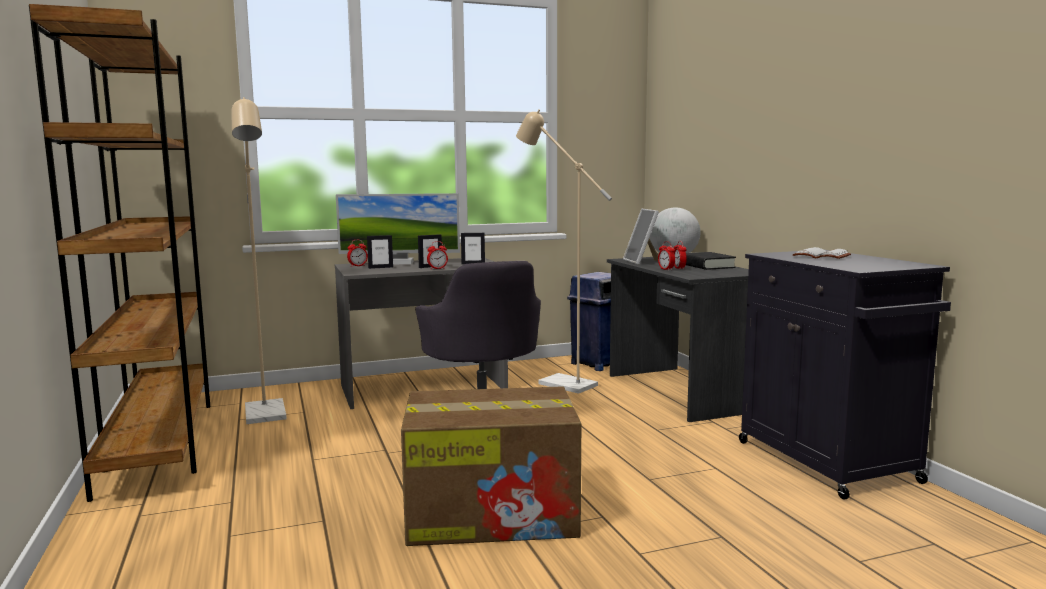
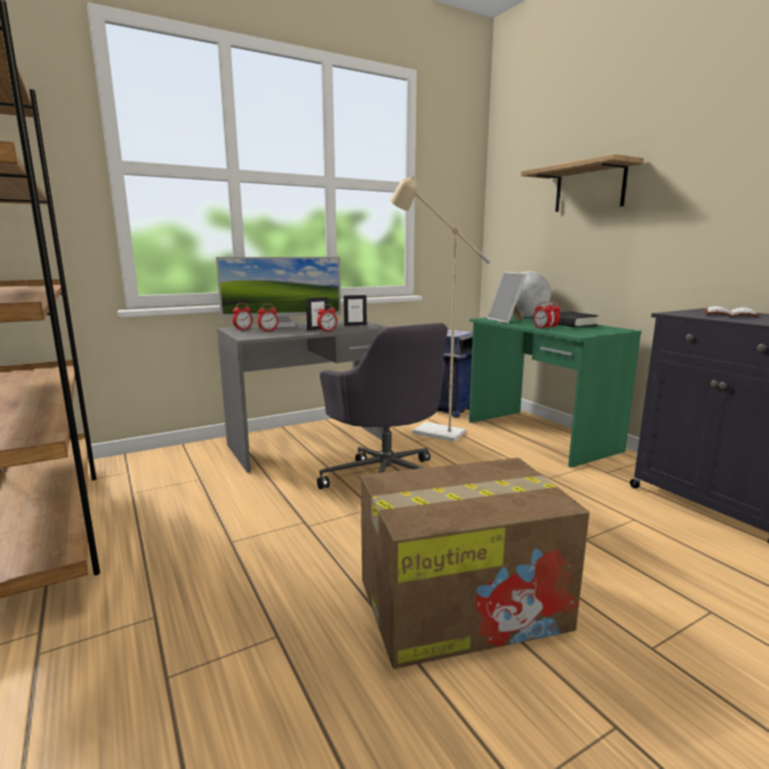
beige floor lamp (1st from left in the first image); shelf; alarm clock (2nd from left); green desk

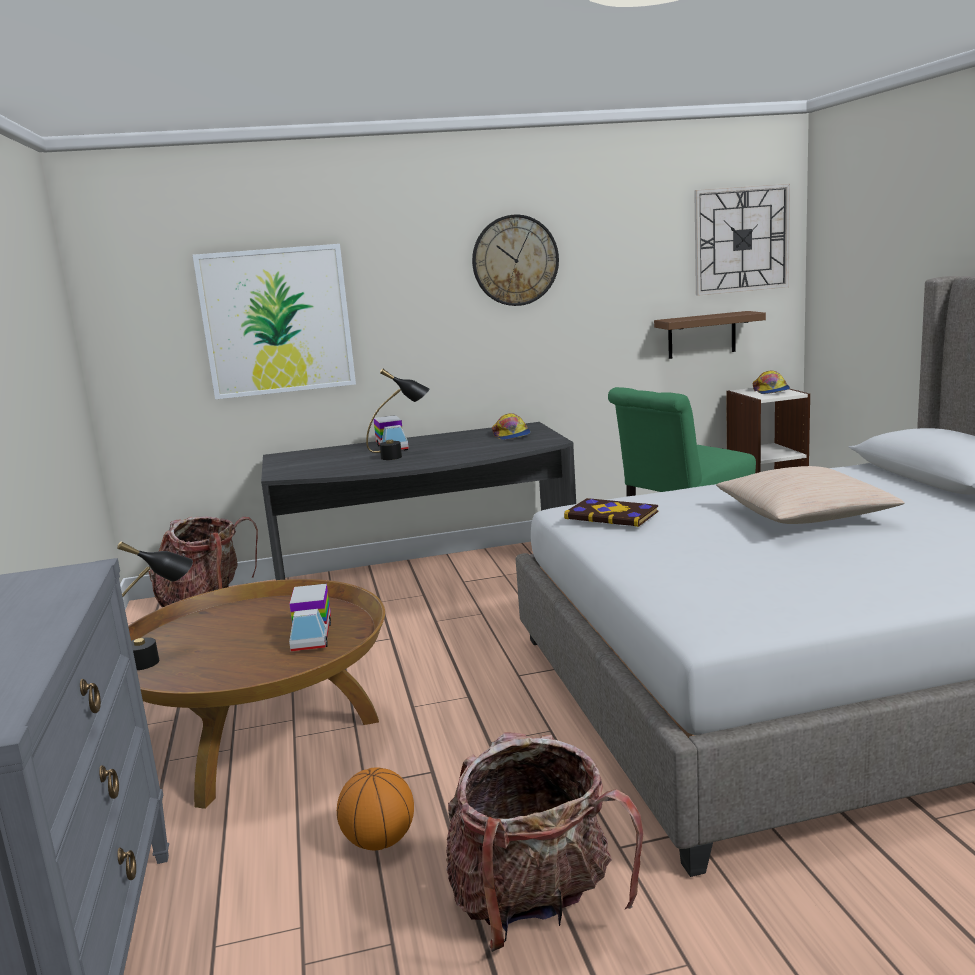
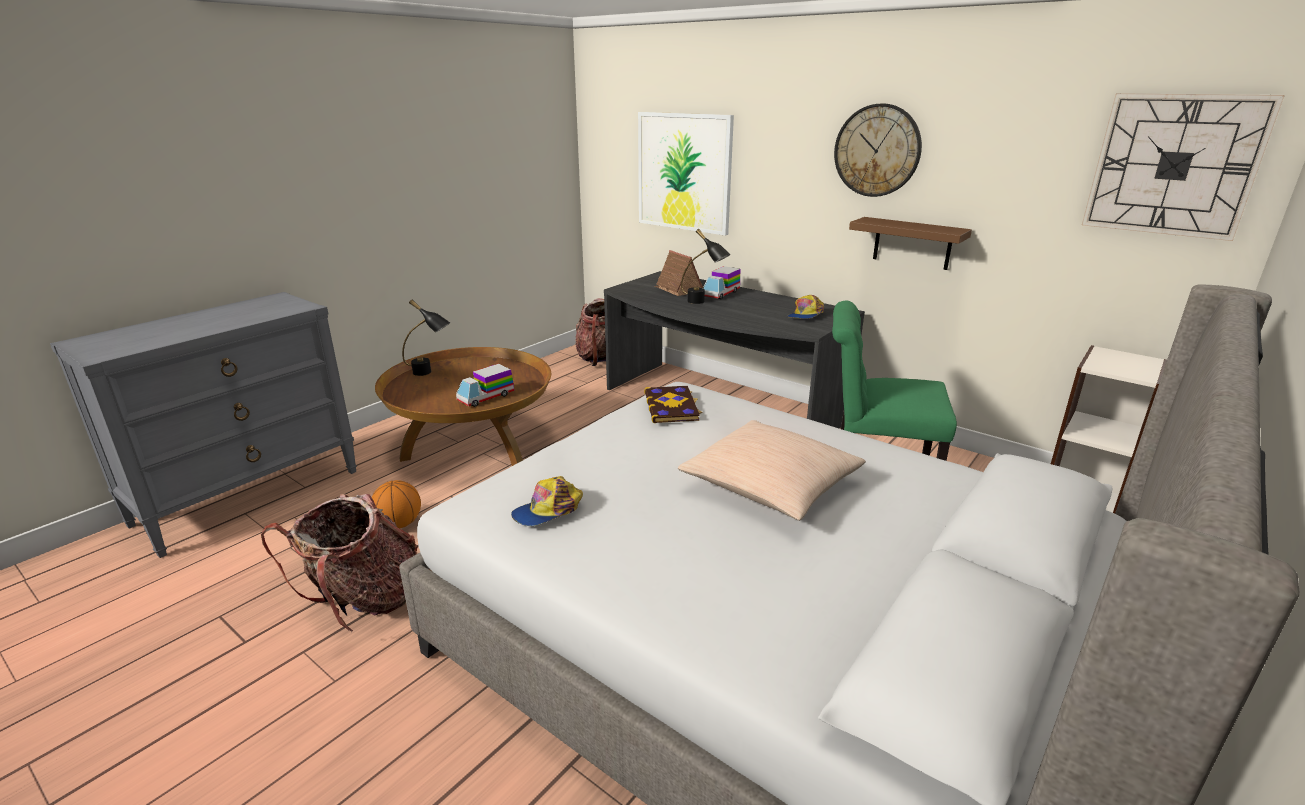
toy house; brown shelf; cap (1st from left)

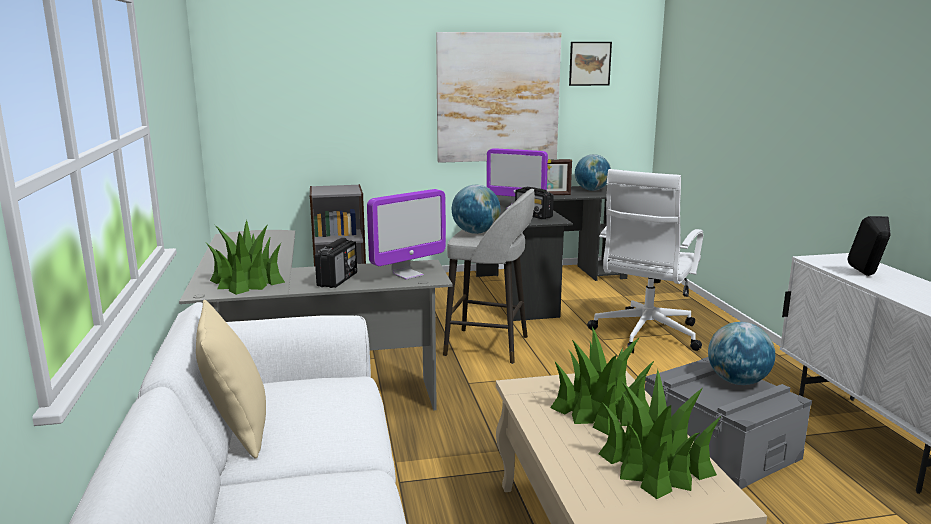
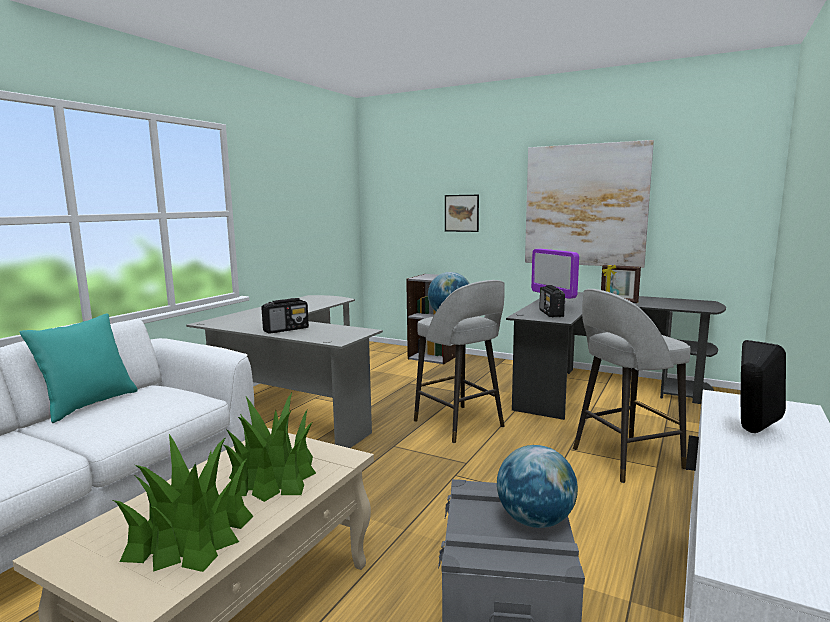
potted plant (1st from left in the first image); monitor (1st from left in the first image); globe (2nd from left in the first image); picture (1st from left); grey stool (2nd from left); turquoise pillow

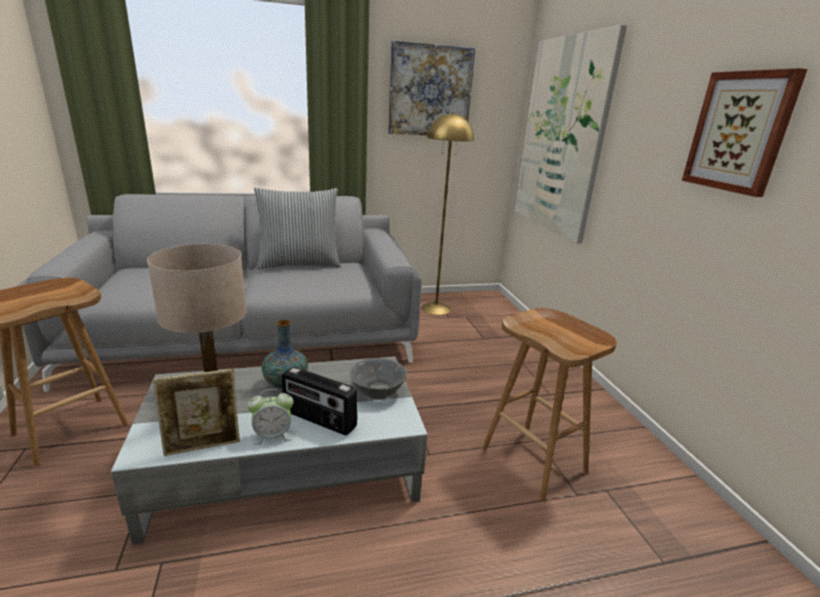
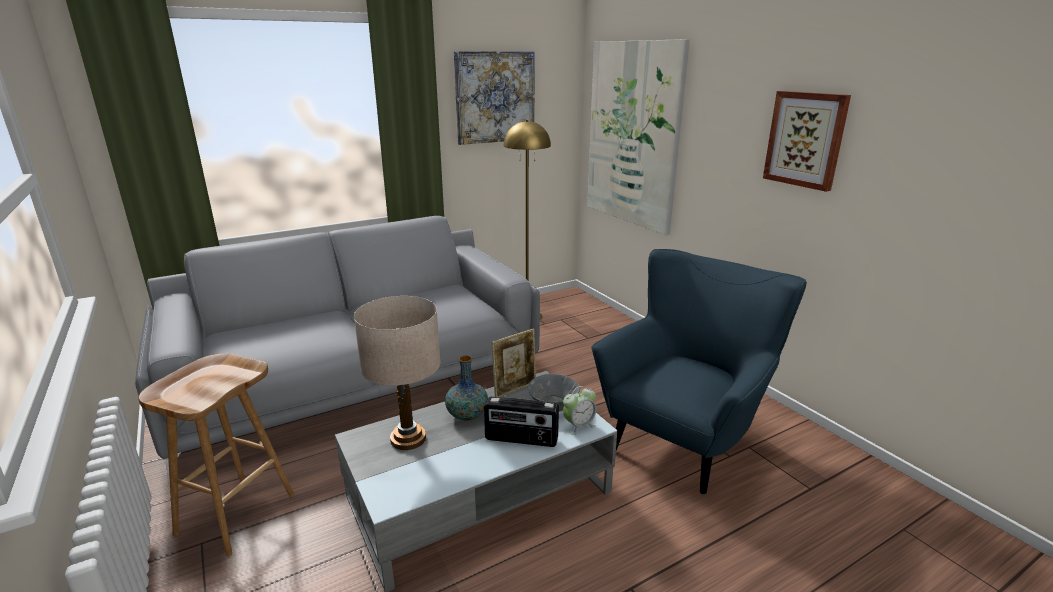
pillow; picture frame; alarm clock; blue armchair

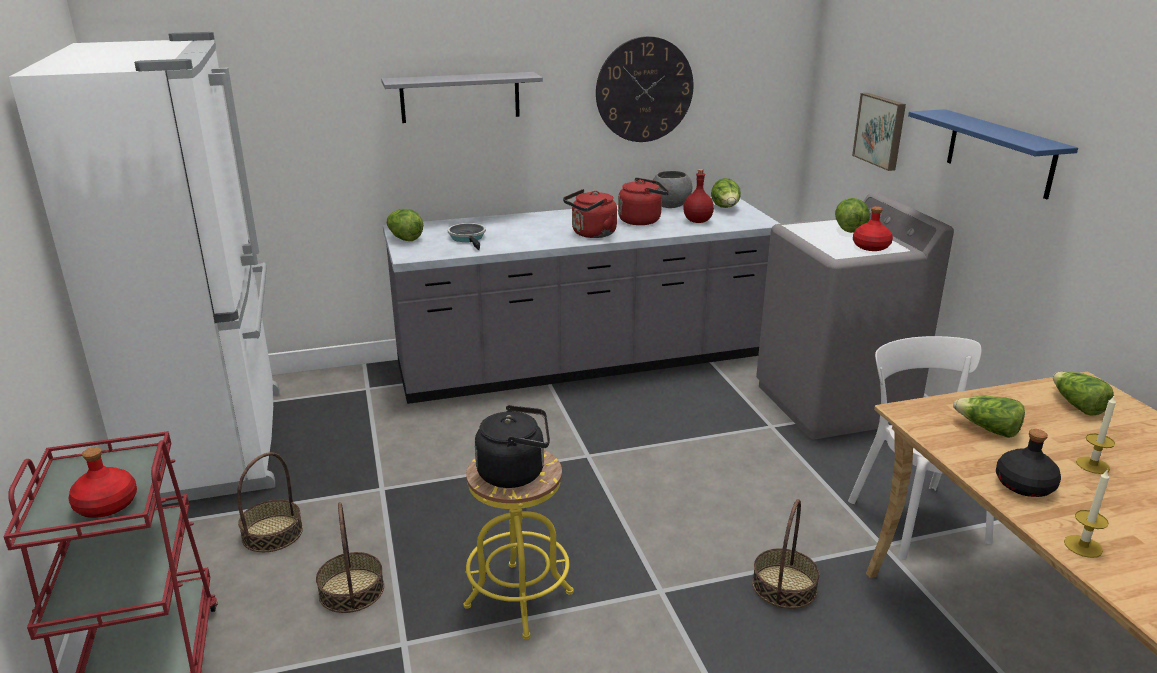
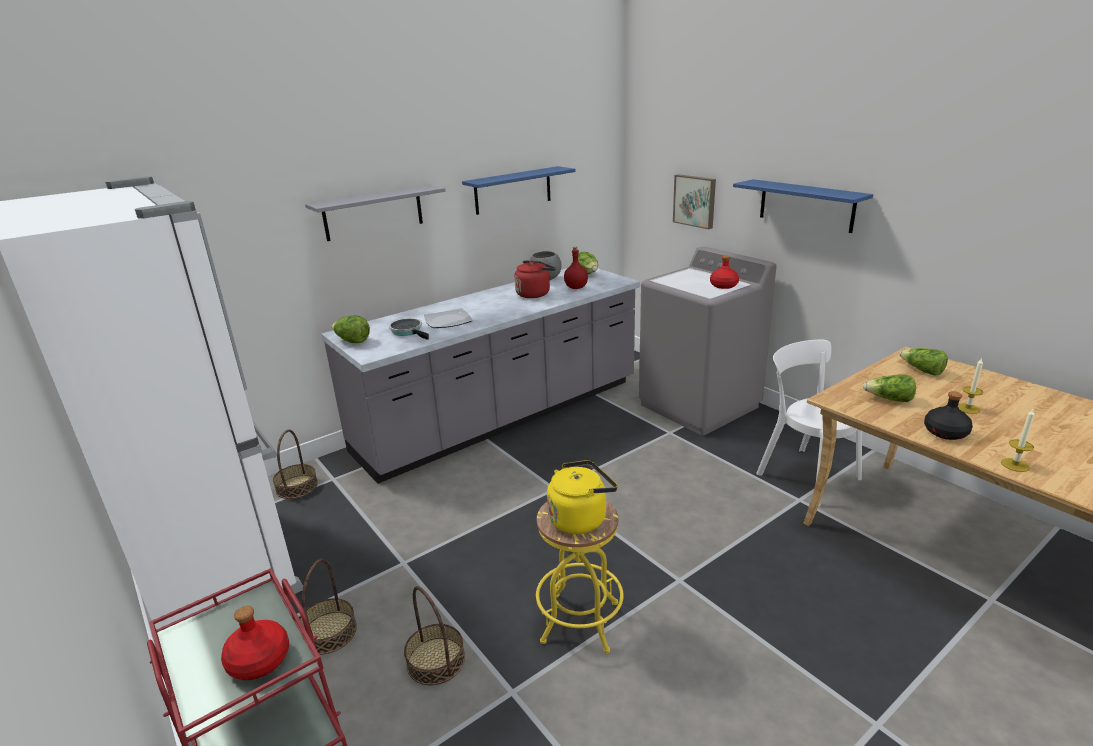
red kettle (1st from left in the first image); lettuce (3rd from left in the first image); plate; basket (1st from left); blue shelf (1st from left); yellow kettle

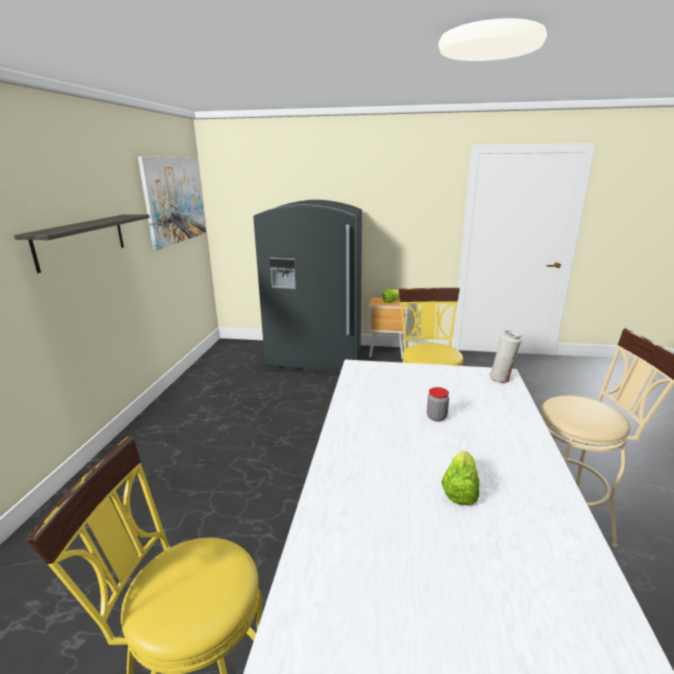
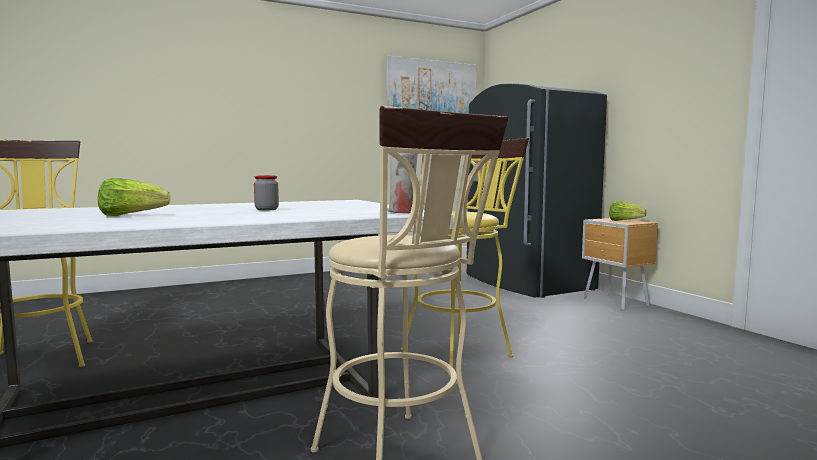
shelf

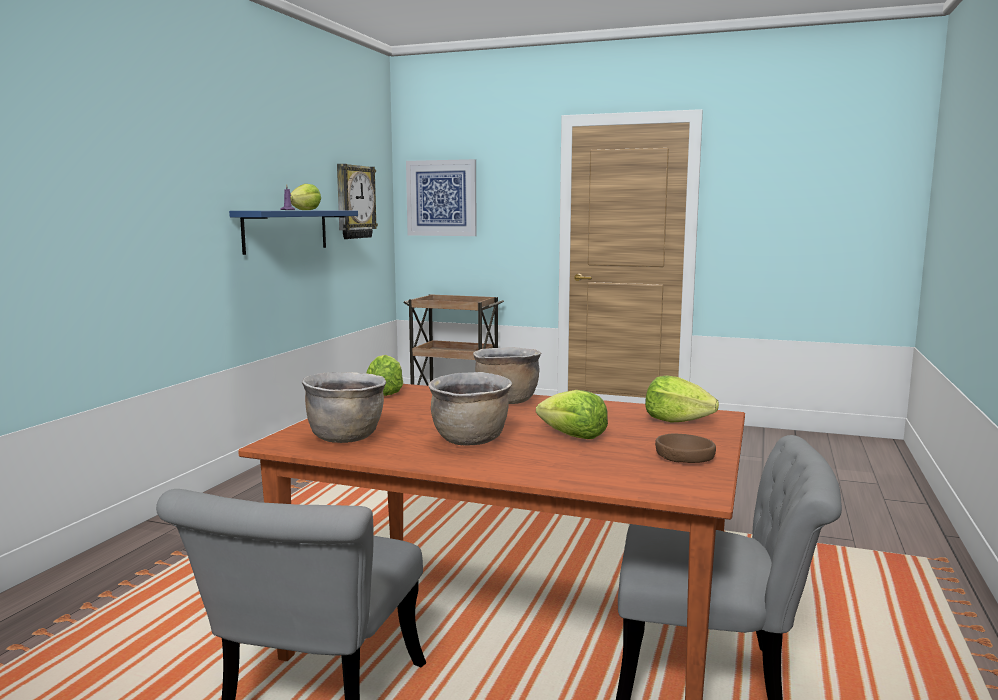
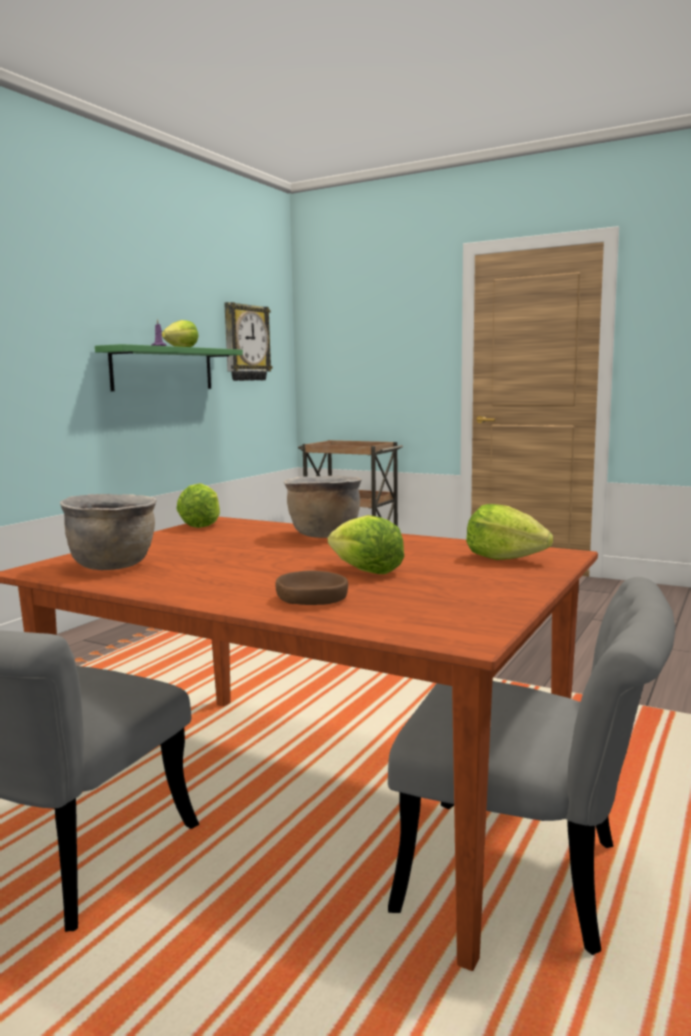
picture; brown cooking pot (2nd from left in the first image); brown bowl; green shelf

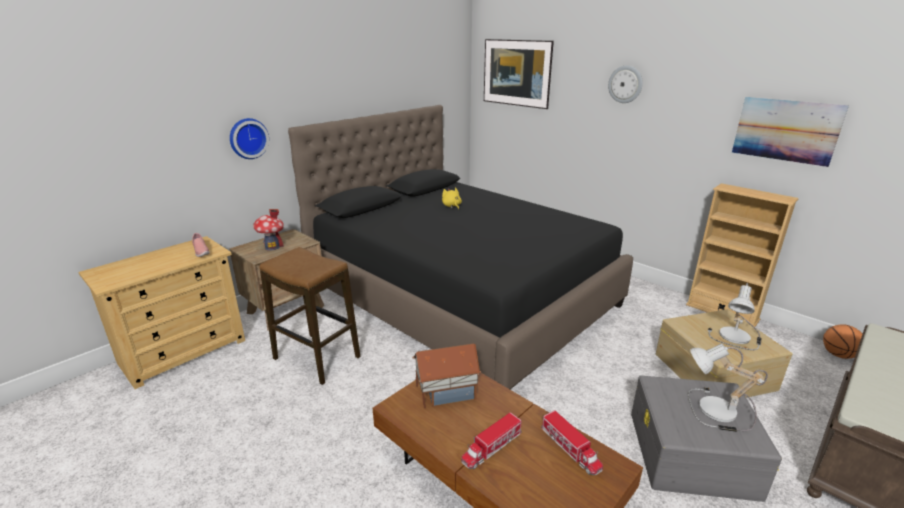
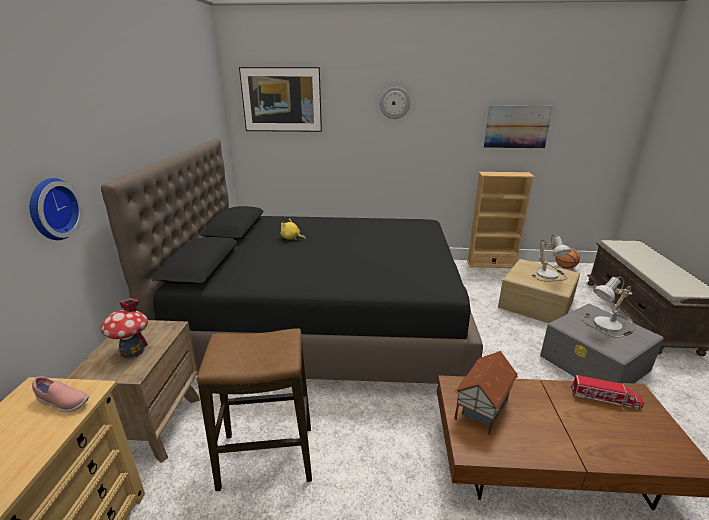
toy truck (1st from left in the first image)

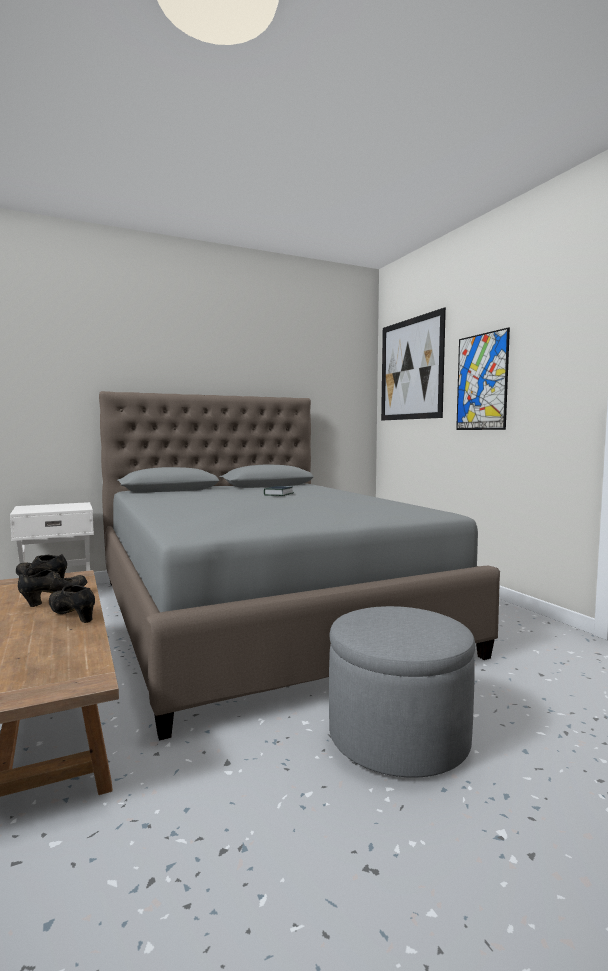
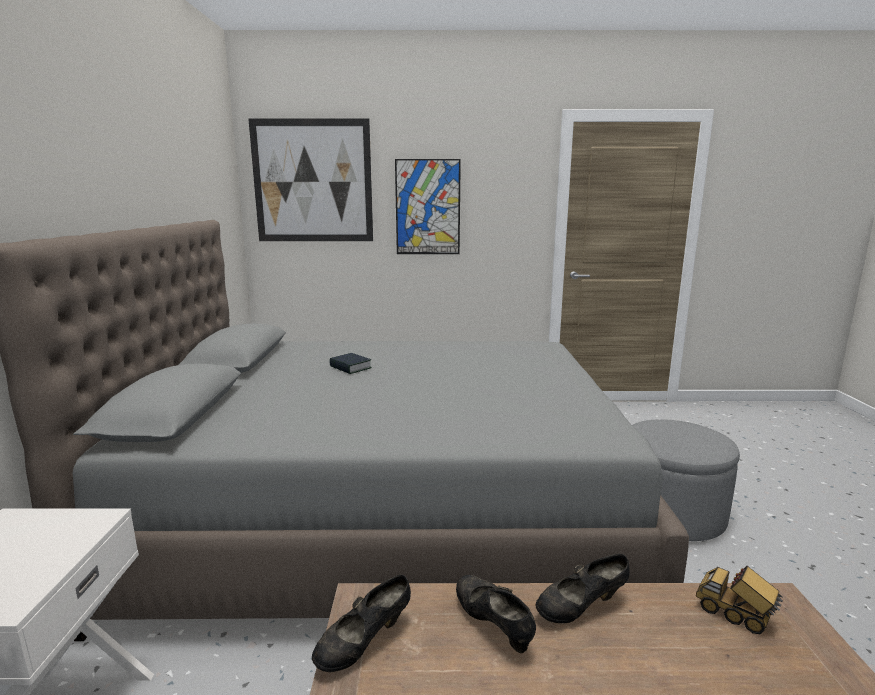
toy truck

